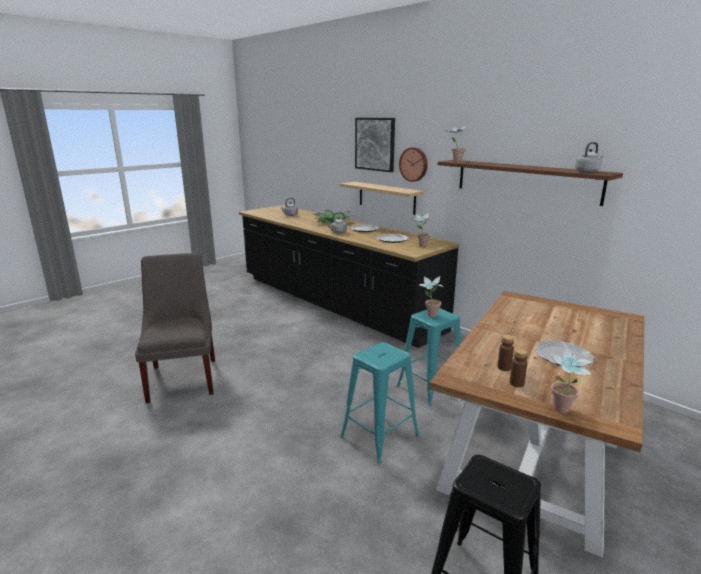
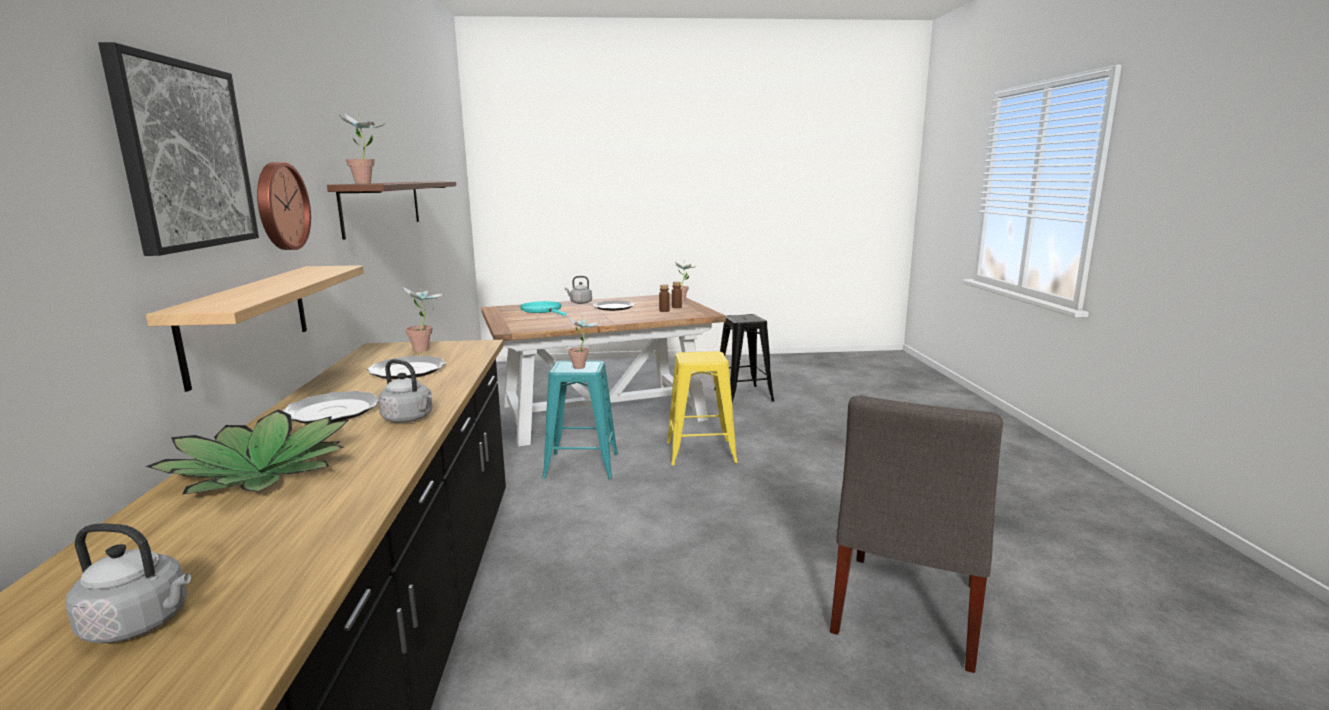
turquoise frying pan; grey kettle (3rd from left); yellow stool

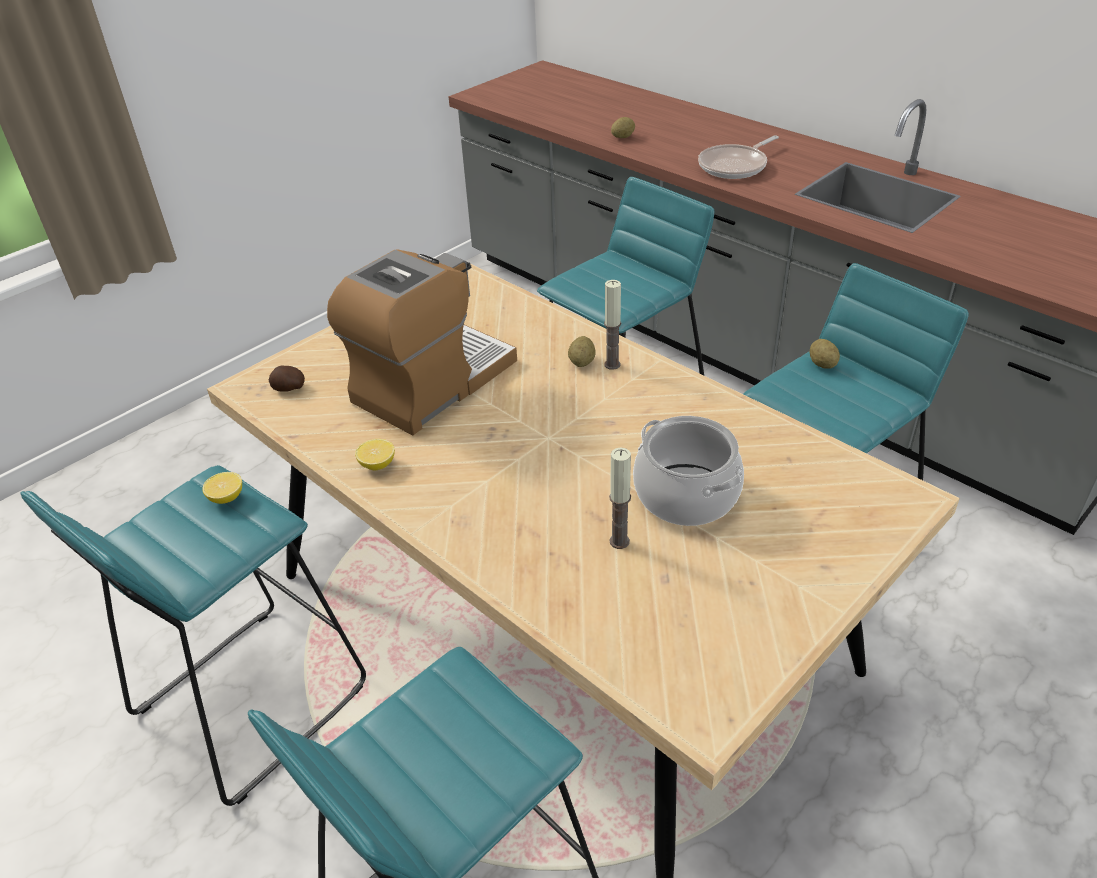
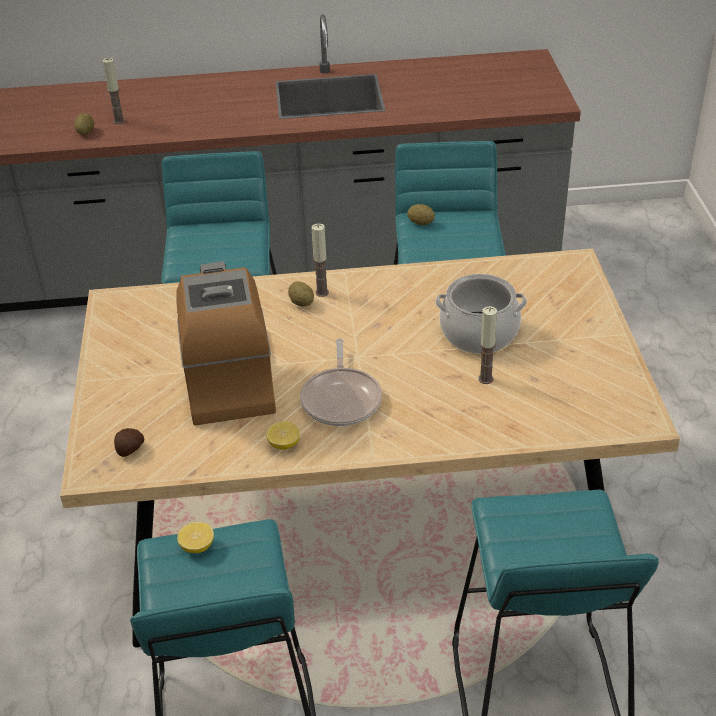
candle (1st from left); frying pan

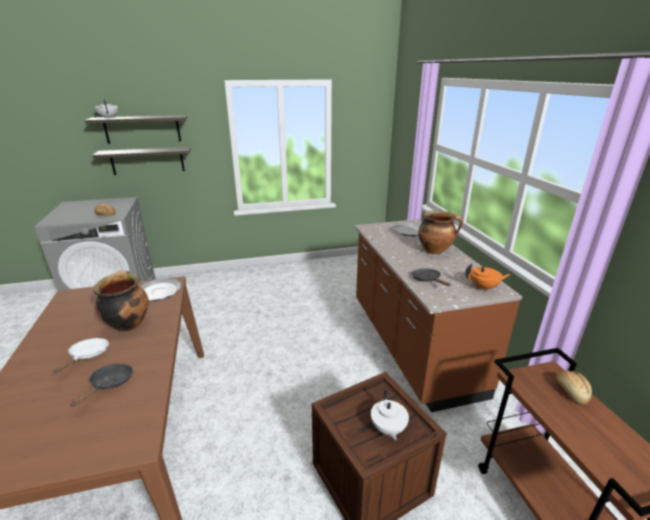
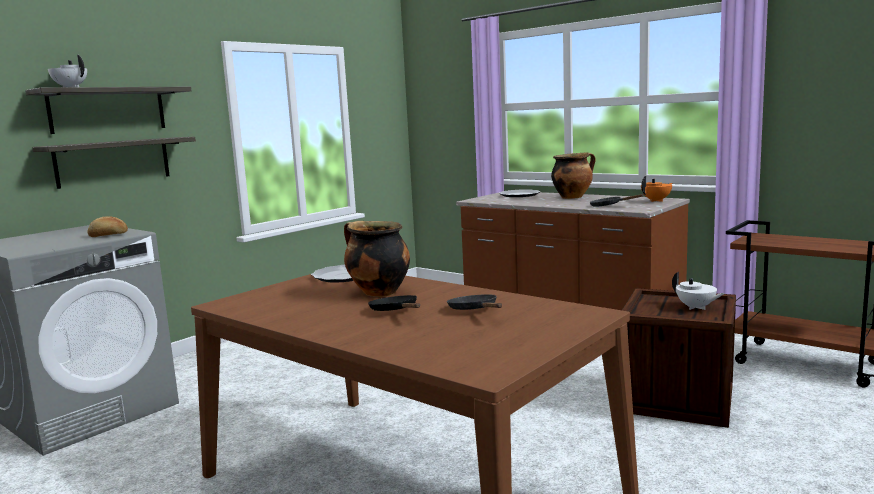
bread (2nd from left in the first image); black frying pan (1st from left)

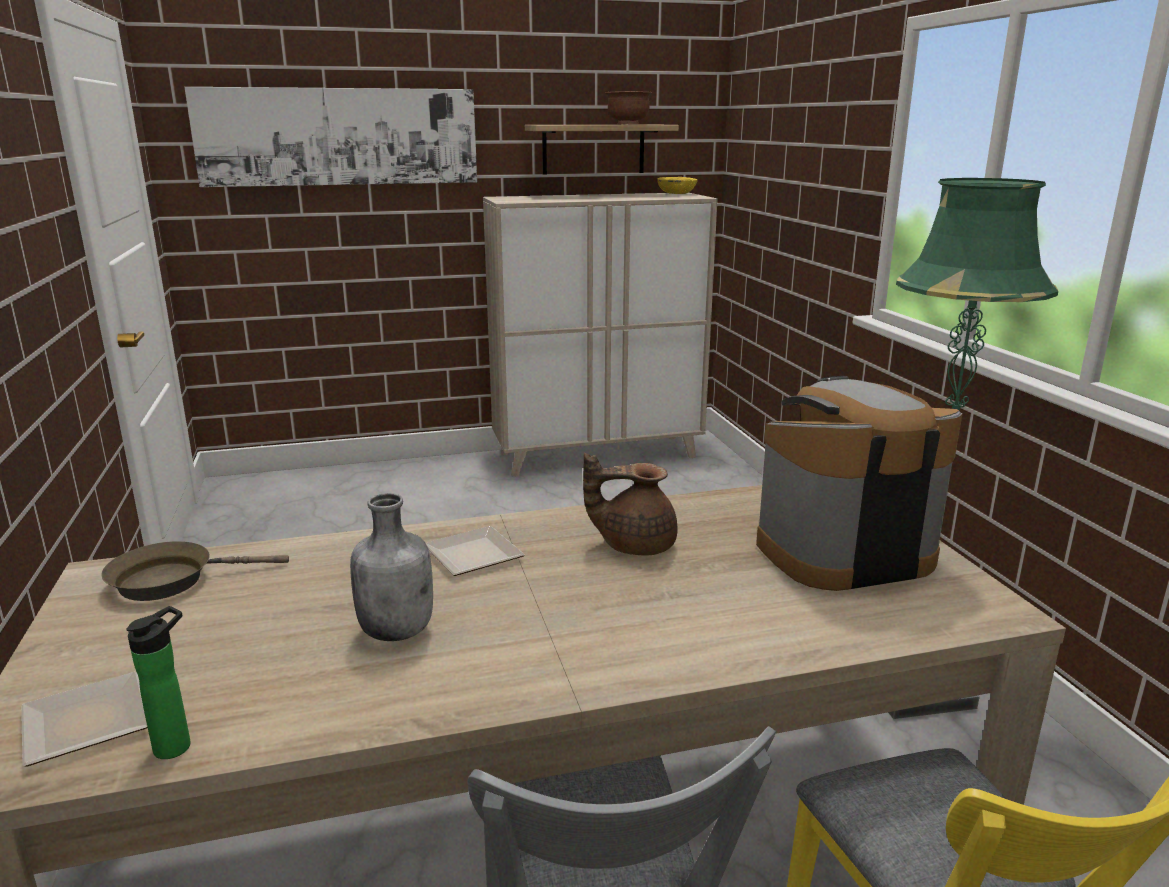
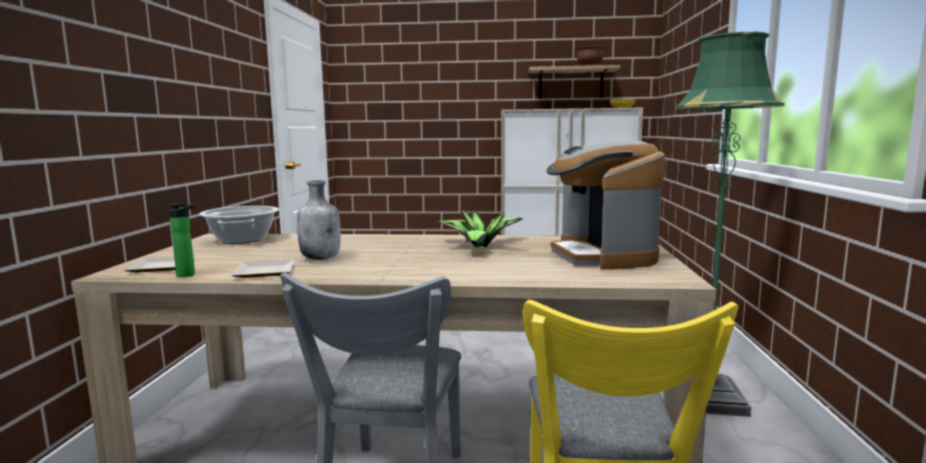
picture; plate (2nd from left); cooking pot; potted plant; coffee machine

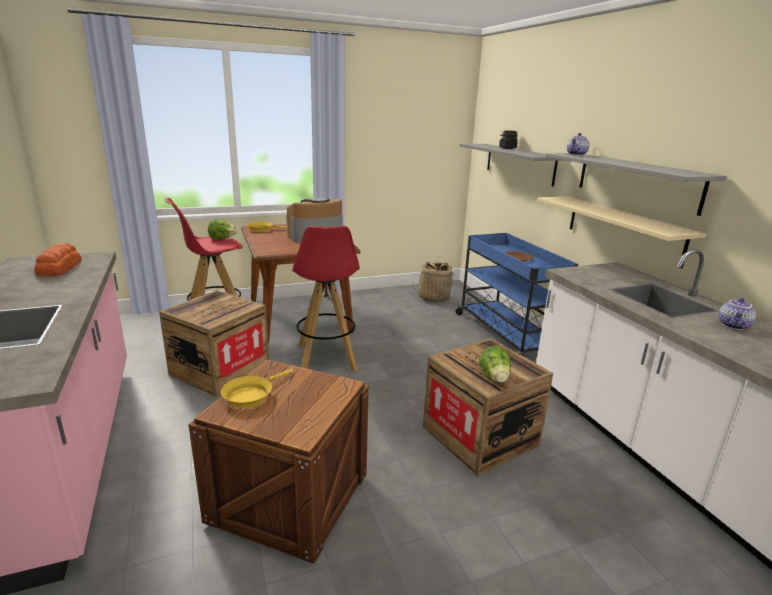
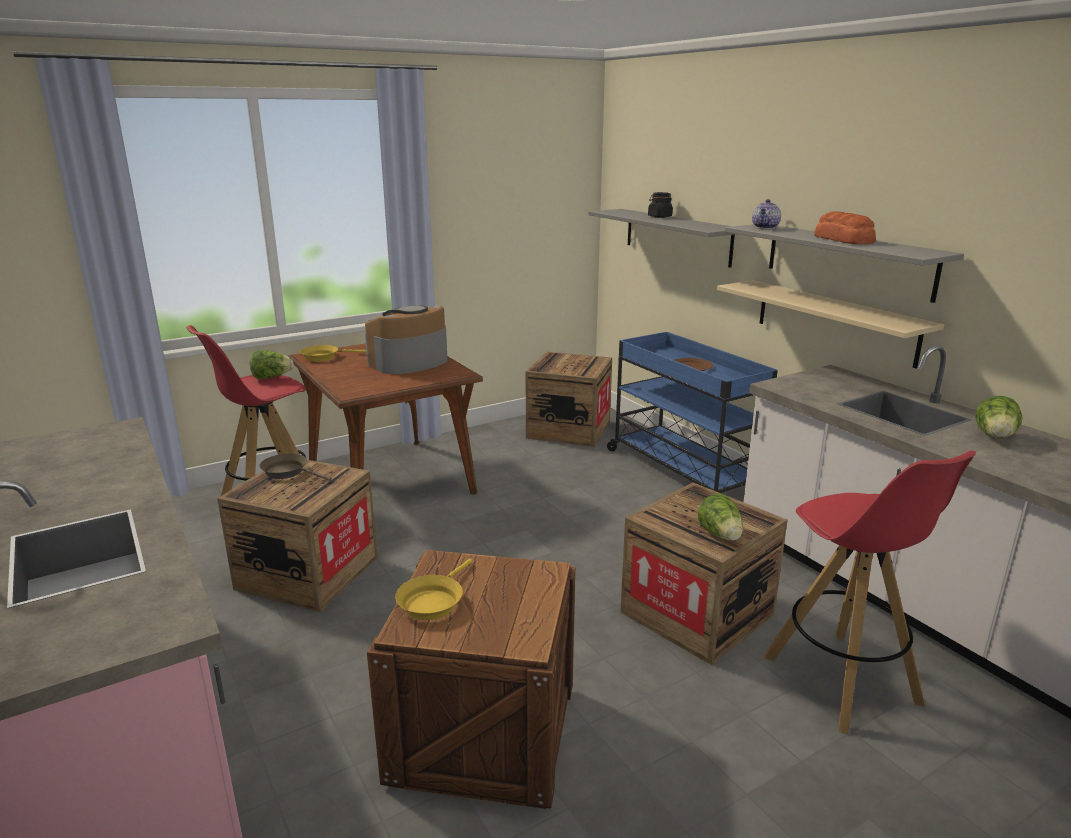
brown frying pan; bread; red stool (2nd from left); crate (3rd from left); lettuce (3rd from left)

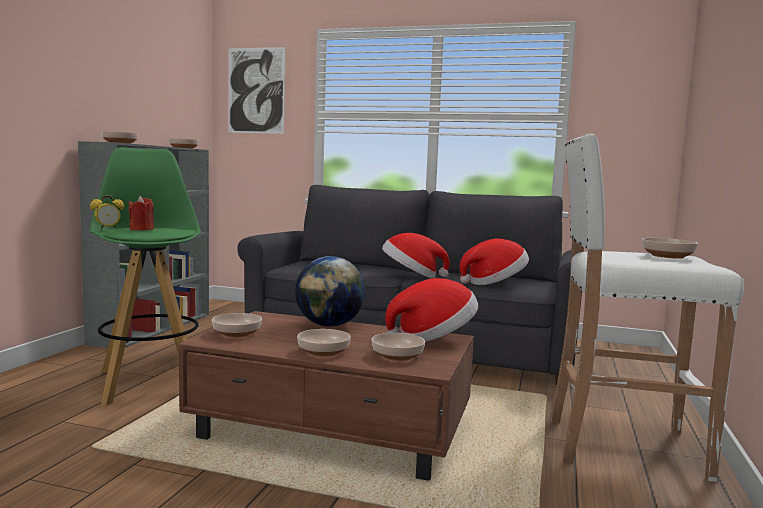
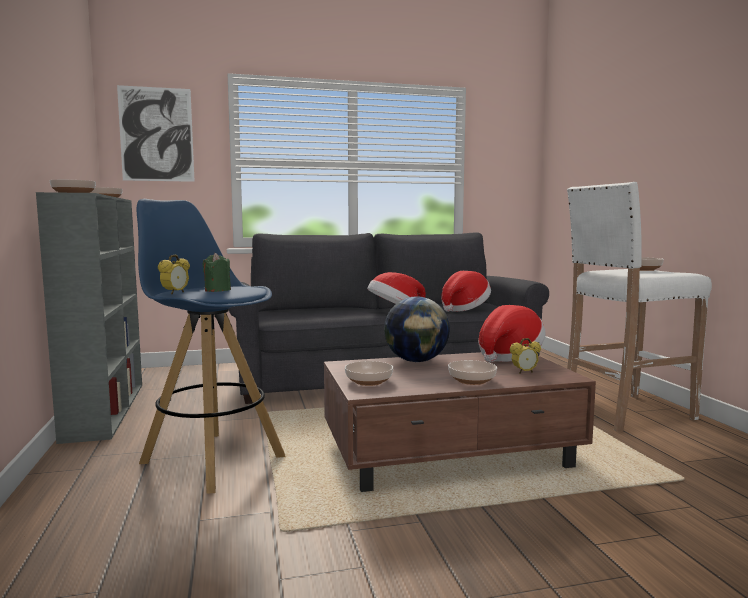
alarm clock (2nd from left); blue stool; green candle

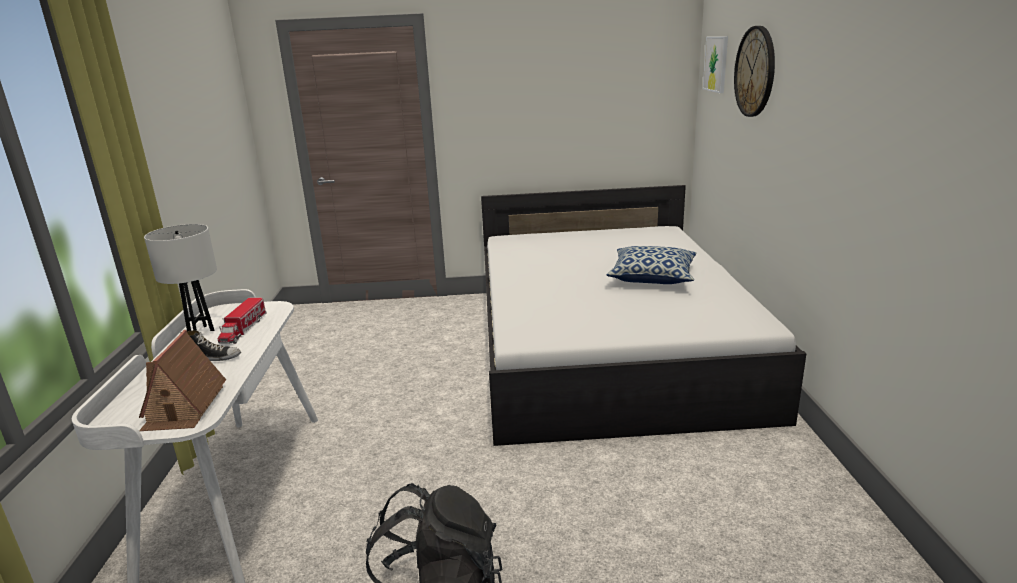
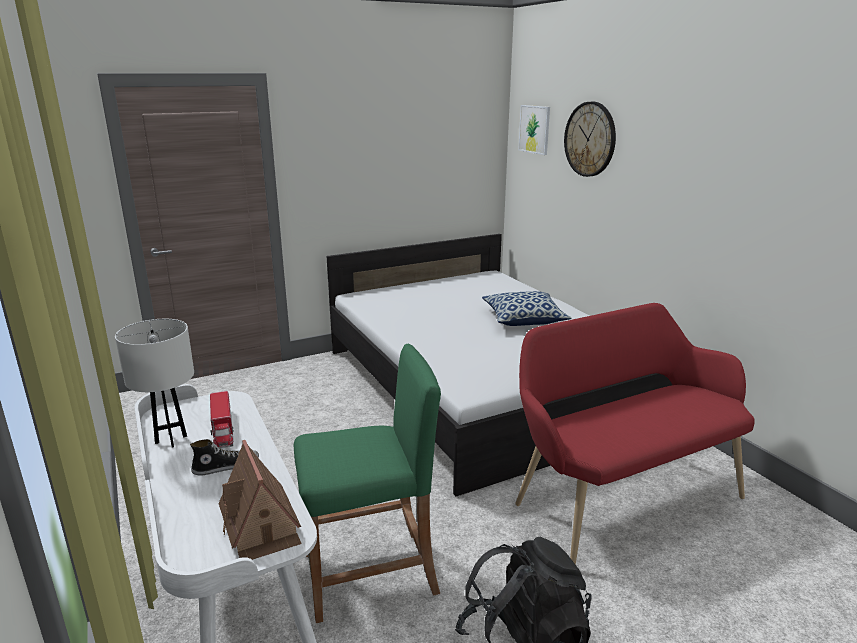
green stool; red bench

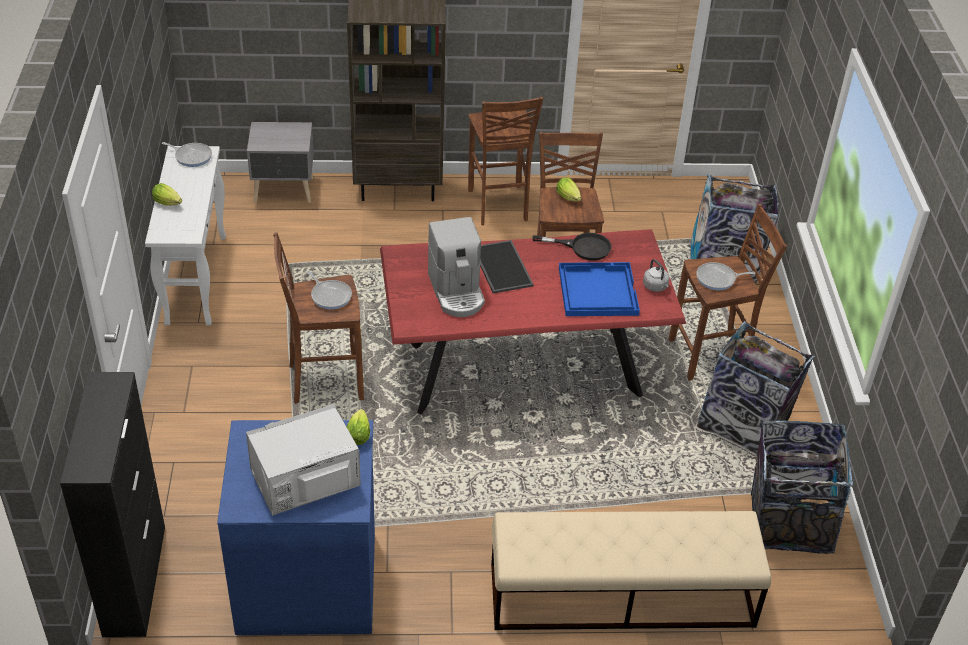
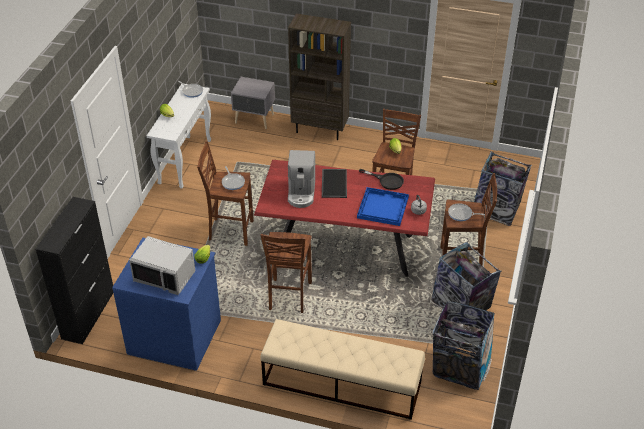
brown stool (2nd from left); grey microwave

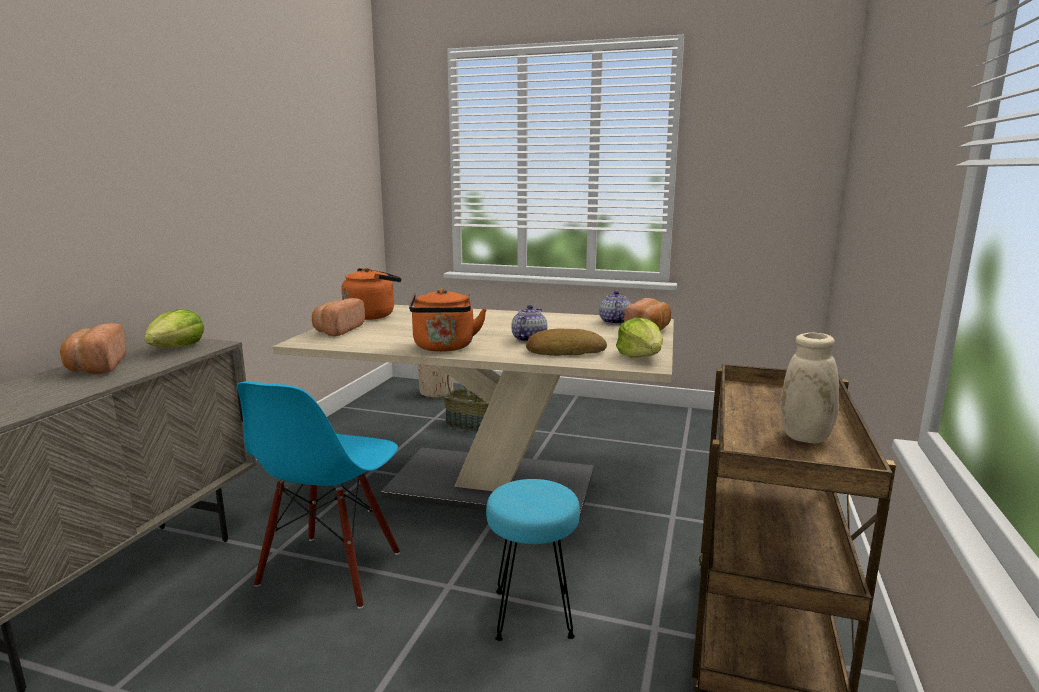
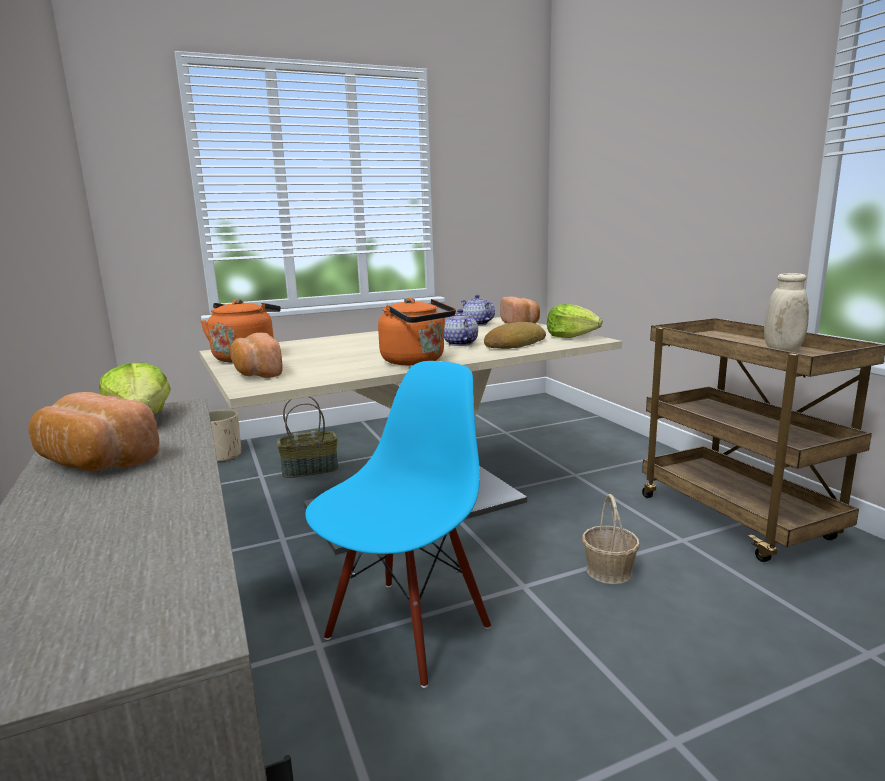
basket (2nd from left); blue chair

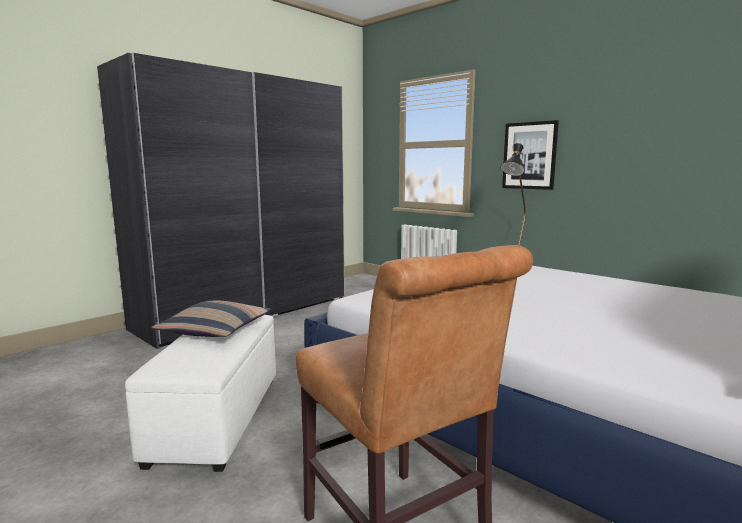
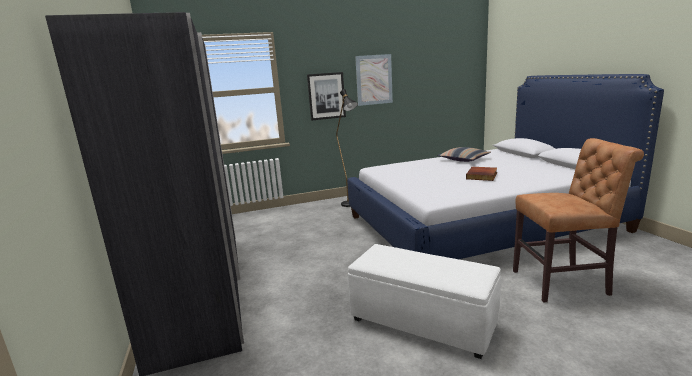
picture (2nd from left); book; pillow

